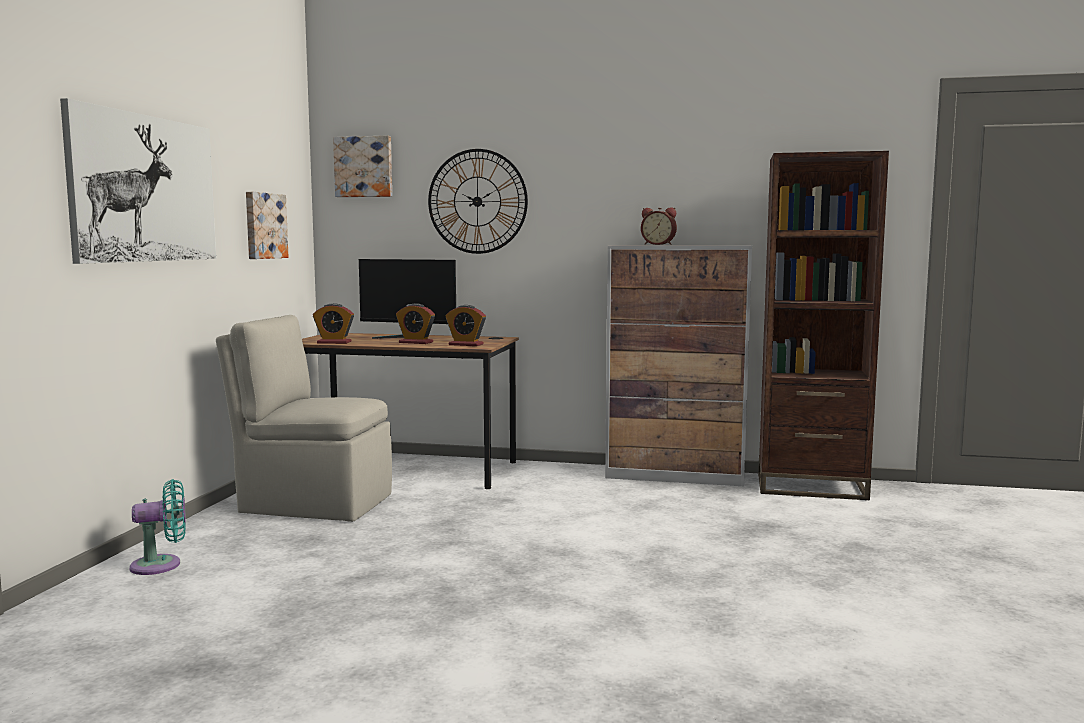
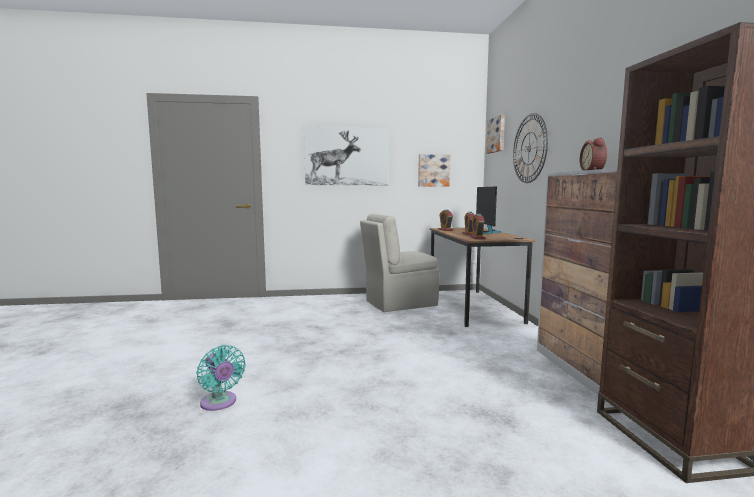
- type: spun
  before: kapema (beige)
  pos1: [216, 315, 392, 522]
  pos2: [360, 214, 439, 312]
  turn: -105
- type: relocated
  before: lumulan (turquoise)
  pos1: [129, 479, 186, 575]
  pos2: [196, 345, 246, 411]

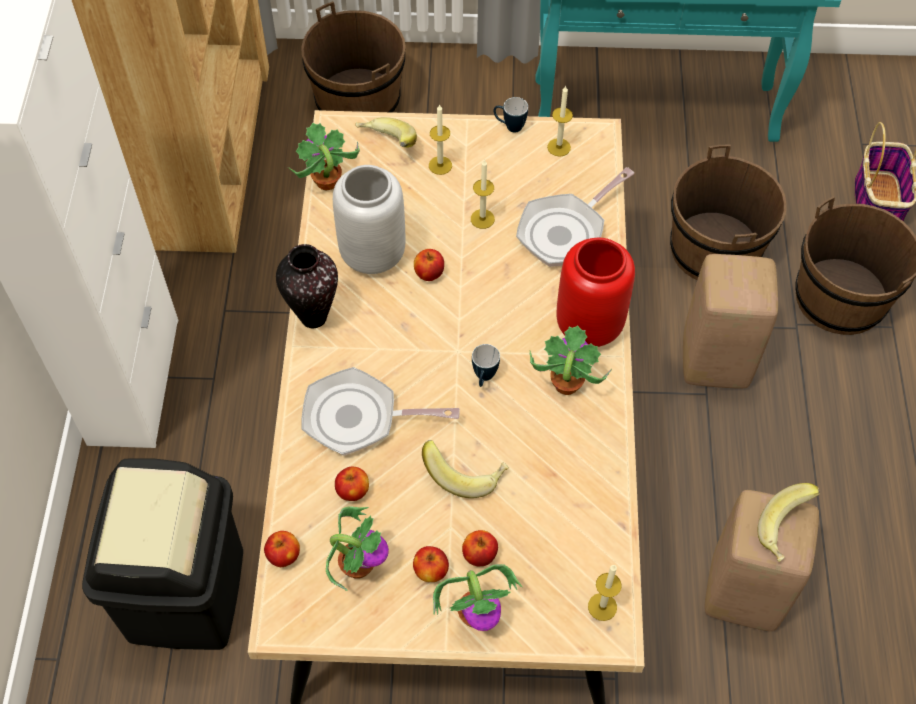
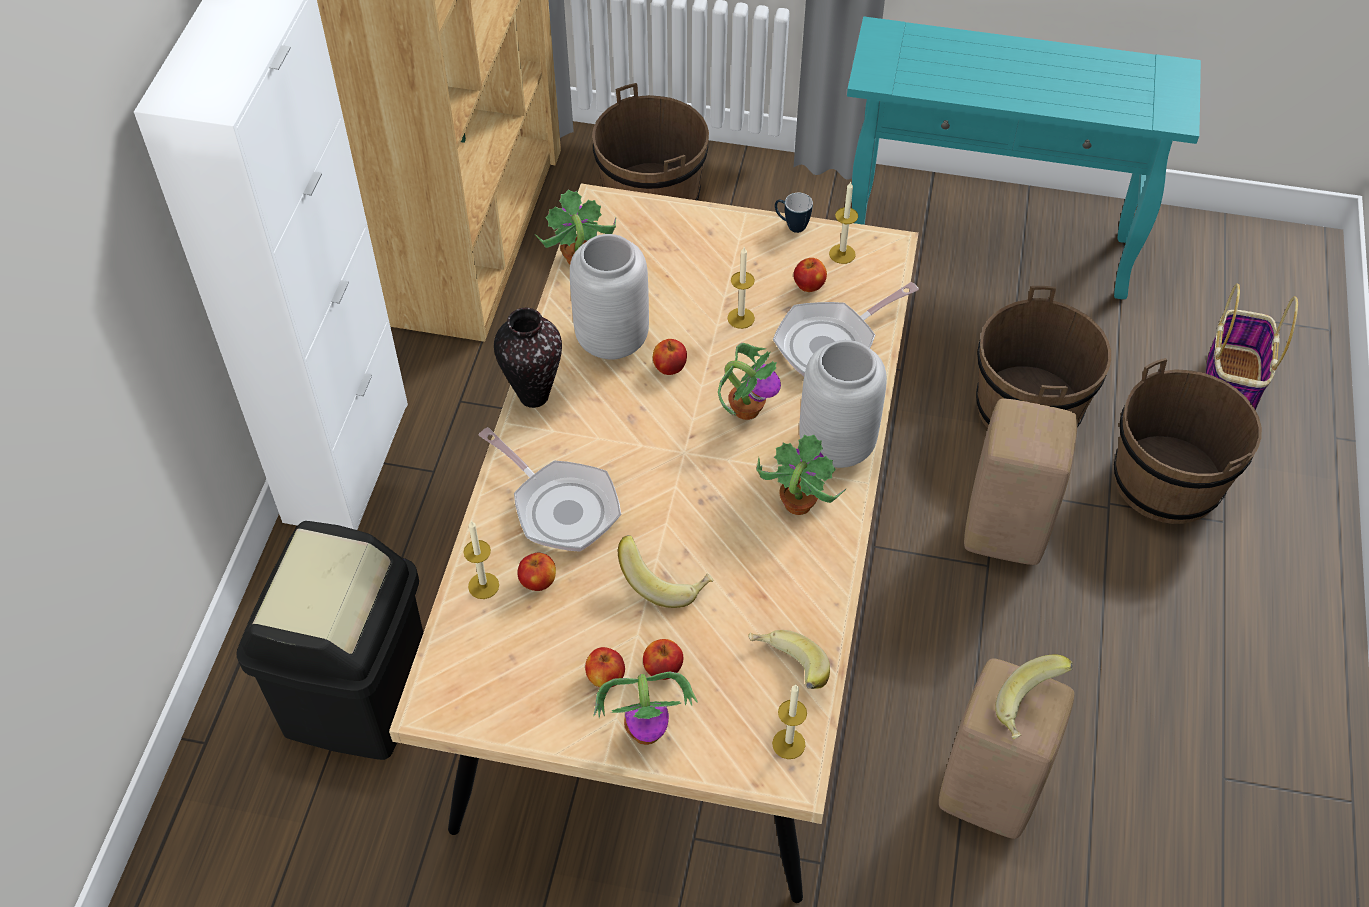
- type: relocated
  before: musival
  pos1: [429, 105, 452, 175]
  pos2: [463, 520, 499, 599]
- type: relocated
  before: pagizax
  pos1: [355, 117, 417, 148]
  pos2: [748, 630, 830, 689]
- type: colour
  before: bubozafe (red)
  after: bubozafe (grey)
  pos1: [557, 238, 635, 347]
  pos2: [799, 340, 887, 468]
- type: missing
  before: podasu
  pos1: [472, 344, 500, 387]
- type: spun
  before: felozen
  pos1: [301, 367, 460, 456]
  pos2: [479, 427, 621, 552]
  turn: -150
- type: relocated
  before: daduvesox
  pos1: [326, 506, 389, 591]
  pos2: [718, 343, 781, 420]
- type: relocated
  before: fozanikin
  pos1: [264, 531, 300, 567]
  pos2: [793, 258, 827, 292]

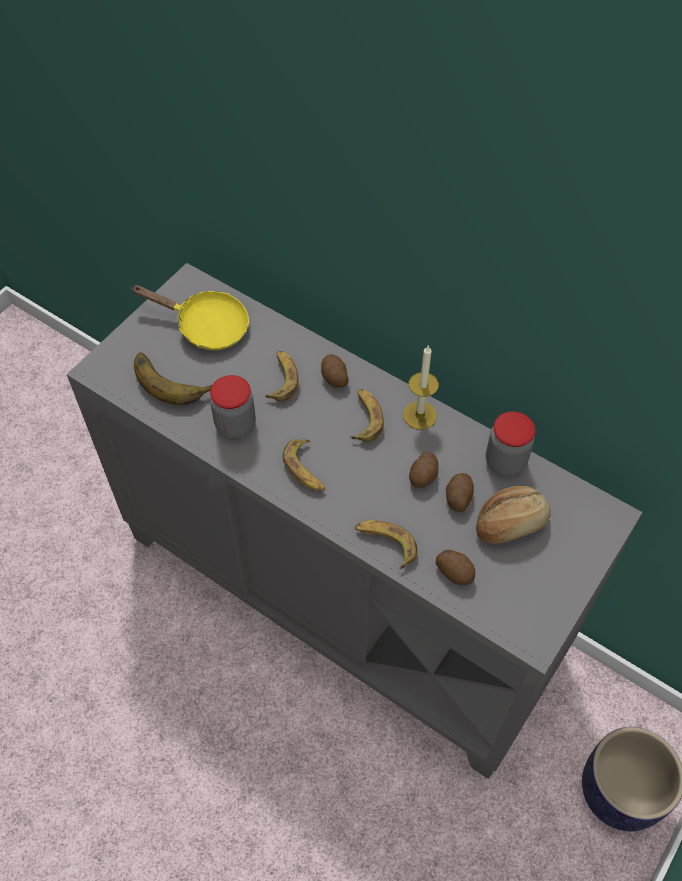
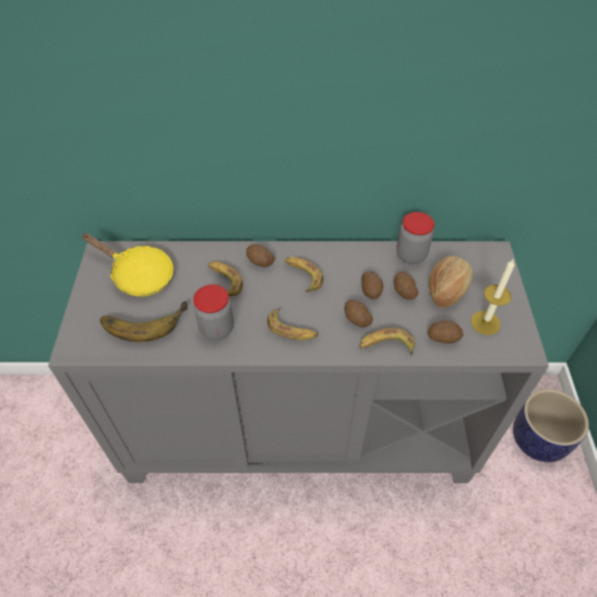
- type: spun
  before: felozen (yellow)
  pos1: [131, 285, 249, 350]
  pos2: [81, 233, 173, 297]
  turn: 45
- type: relocated
  before: musival
  pos1: [403, 345, 439, 430]
  pos2: [471, 260, 515, 335]
- type: appeared
  after: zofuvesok
  pos2: [344, 300, 373, 327]

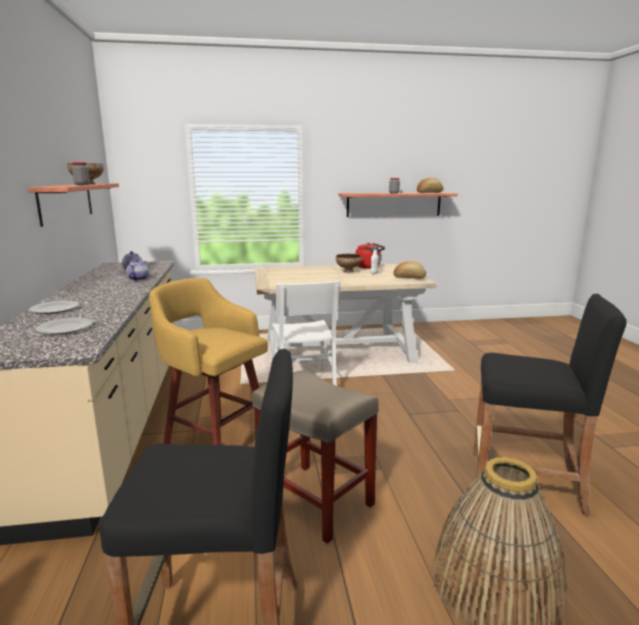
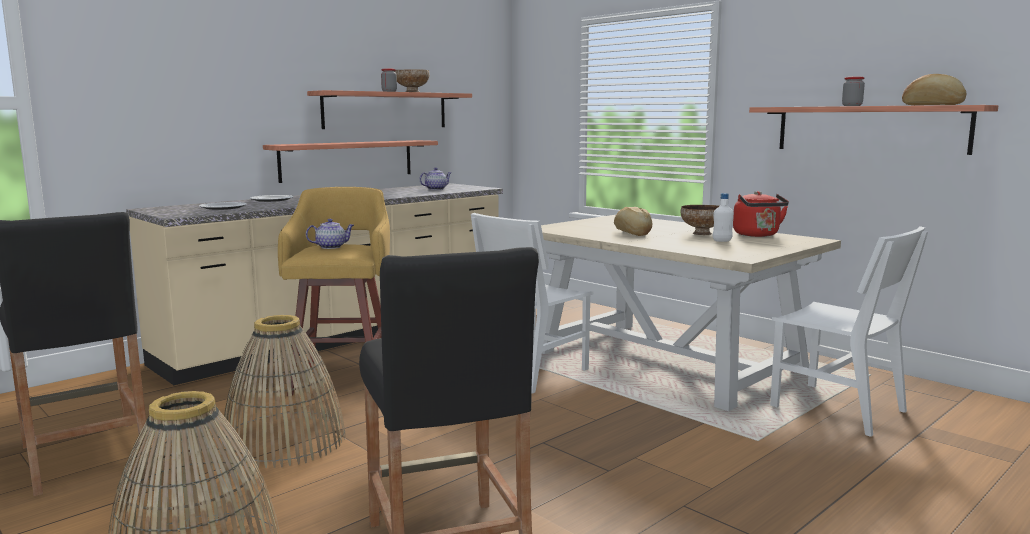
- type: relocated
  before: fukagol
  pos1: [126, 259, 149, 281]
  pos2: [306, 219, 354, 249]
- type: relocated
  before: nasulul
  pos1: [393, 261, 426, 279]
  pos2: [614, 207, 652, 236]
- type: exchanged
  before: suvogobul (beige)
  after: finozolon
  pos1: [252, 370, 379, 544]
  pos2: [222, 315, 346, 468]
- type: appeared
  after: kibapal
  pos2: [263, 140, 438, 183]
- type: appeared
  after: kapema (white)
  pos2: [770, 226, 928, 437]

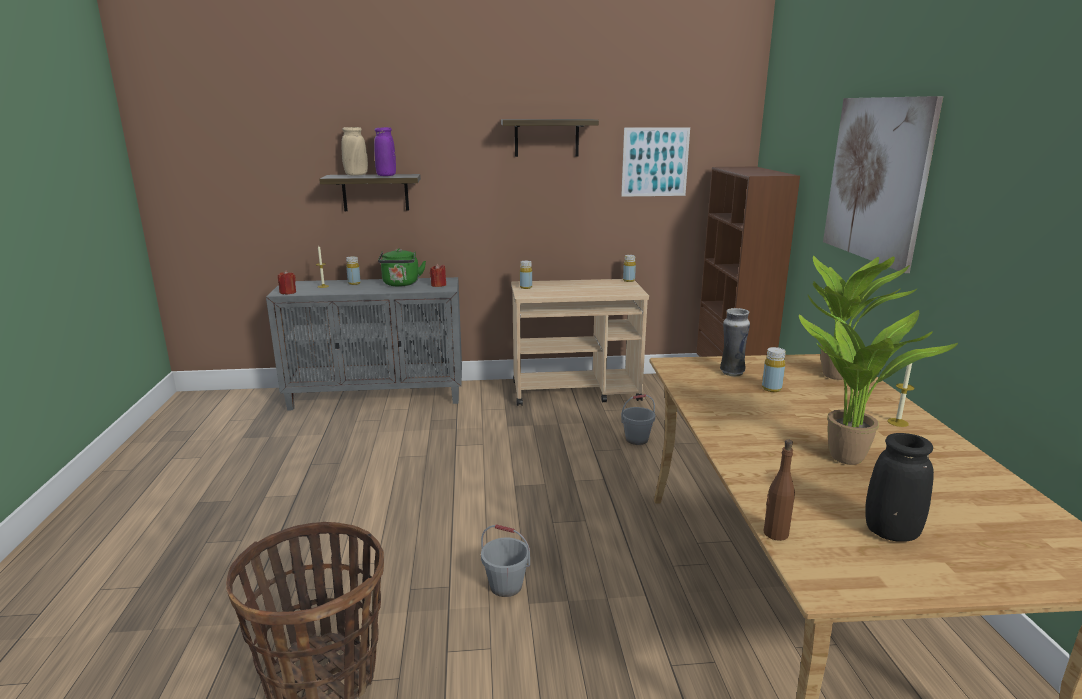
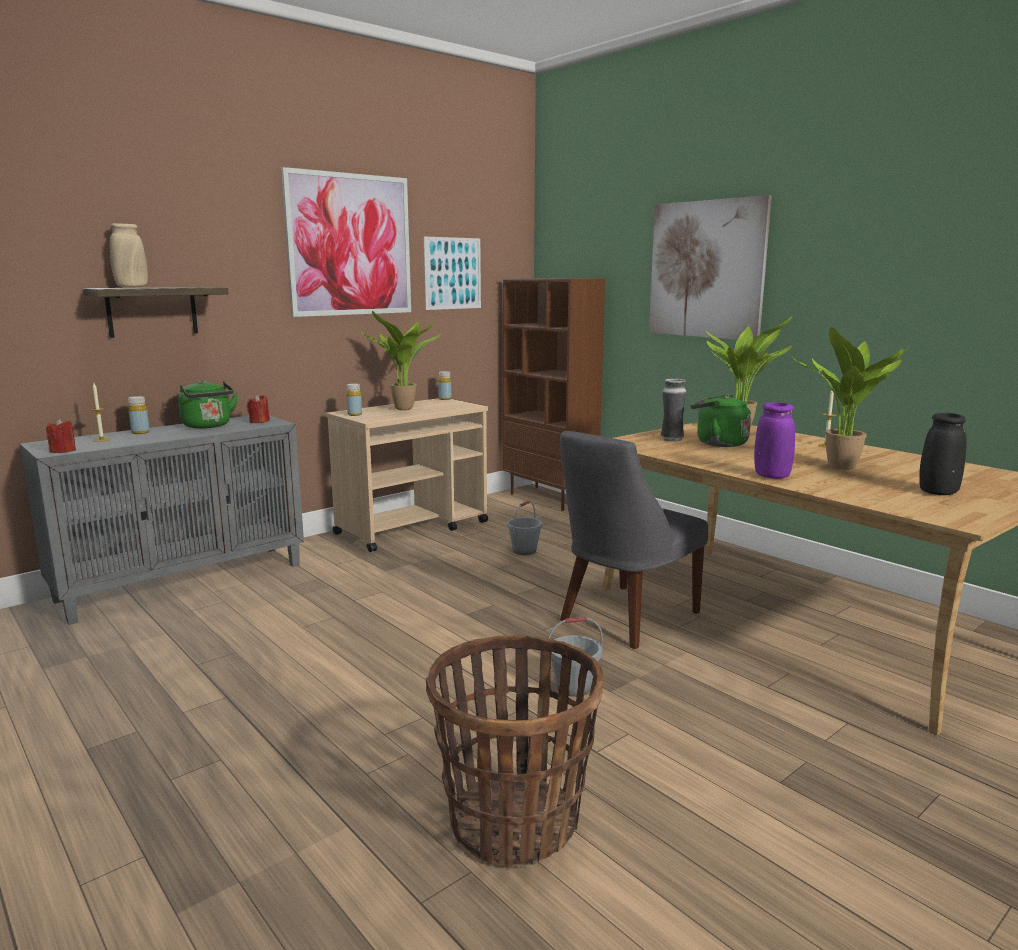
- type: exchanged
  before: kibapal
  after: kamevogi
  pos1: [501, 119, 599, 157]
  pos2: [281, 167, 411, 317]
- type: relocated
  before: bubozafe (purple)
  pos1: [374, 127, 396, 176]
  pos2: [754, 402, 795, 479]
- type: exchanged
  before: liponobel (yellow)
  after: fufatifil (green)
  pos1: [762, 347, 786, 392]
  pos2: [691, 394, 751, 447]
- type: missing
  before: liponobel (brown)
  pos1: [764, 440, 795, 541]
- type: appeared
  after: daduvesox
  pos2: [361, 311, 441, 410]
- type: appeared
  after: kapema (grey)
  pos2: [560, 431, 708, 649]

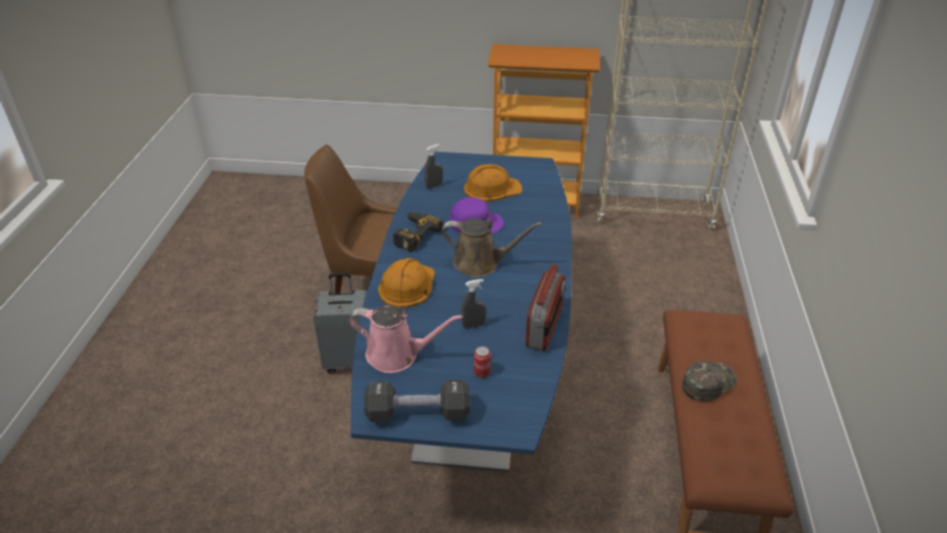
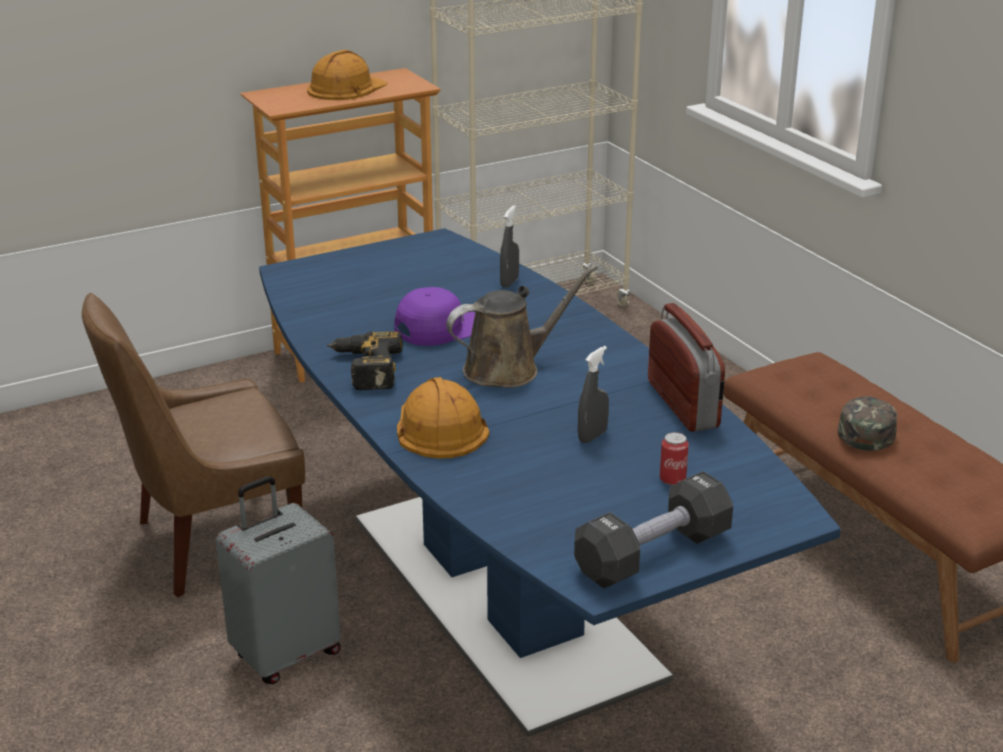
- type: relocated
  before: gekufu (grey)
  pos1: [424, 144, 443, 189]
  pos2: [500, 205, 519, 288]
- type: relocated
  before: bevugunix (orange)
  pos1: [464, 164, 523, 202]
  pos2: [307, 50, 388, 100]
- type: missing
  before: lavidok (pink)
  pos1: [349, 305, 462, 373]

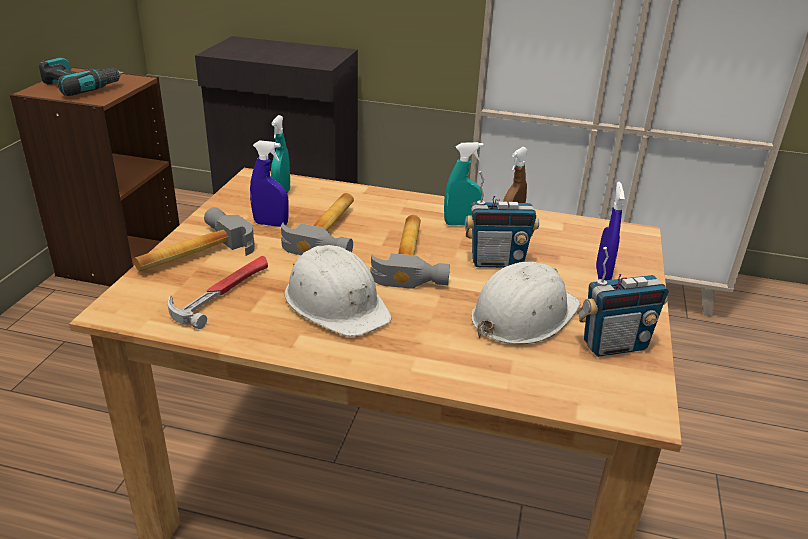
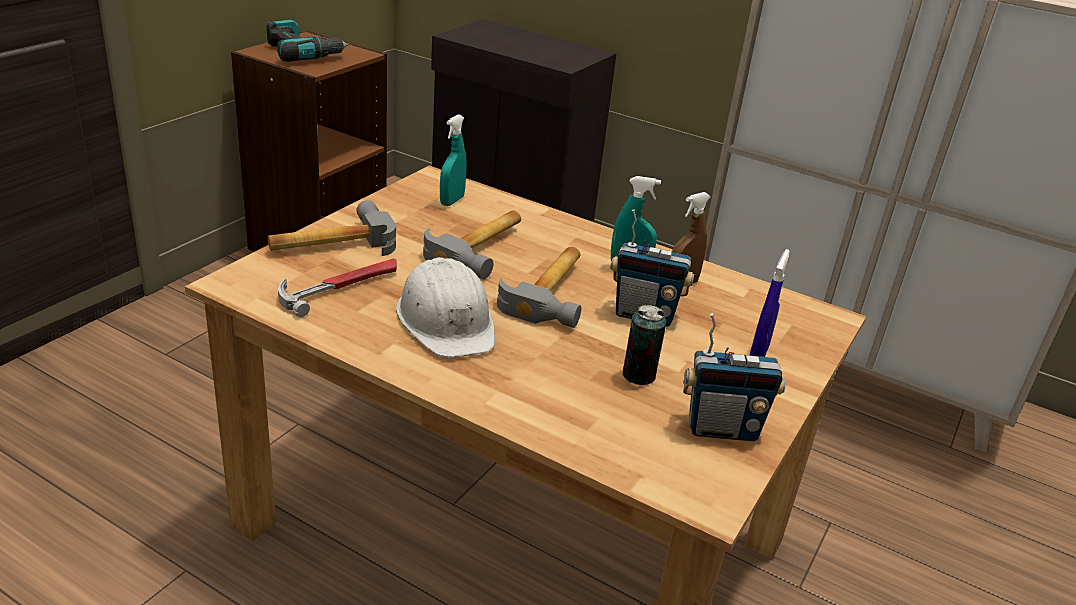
- type: missing
  before: gekufu (blue)
  pos1: [250, 140, 289, 227]
- type: exchanged
  before: bevugunix (white)
  after: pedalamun
  pos1: [471, 262, 580, 344]
  pos2: [623, 305, 666, 385]

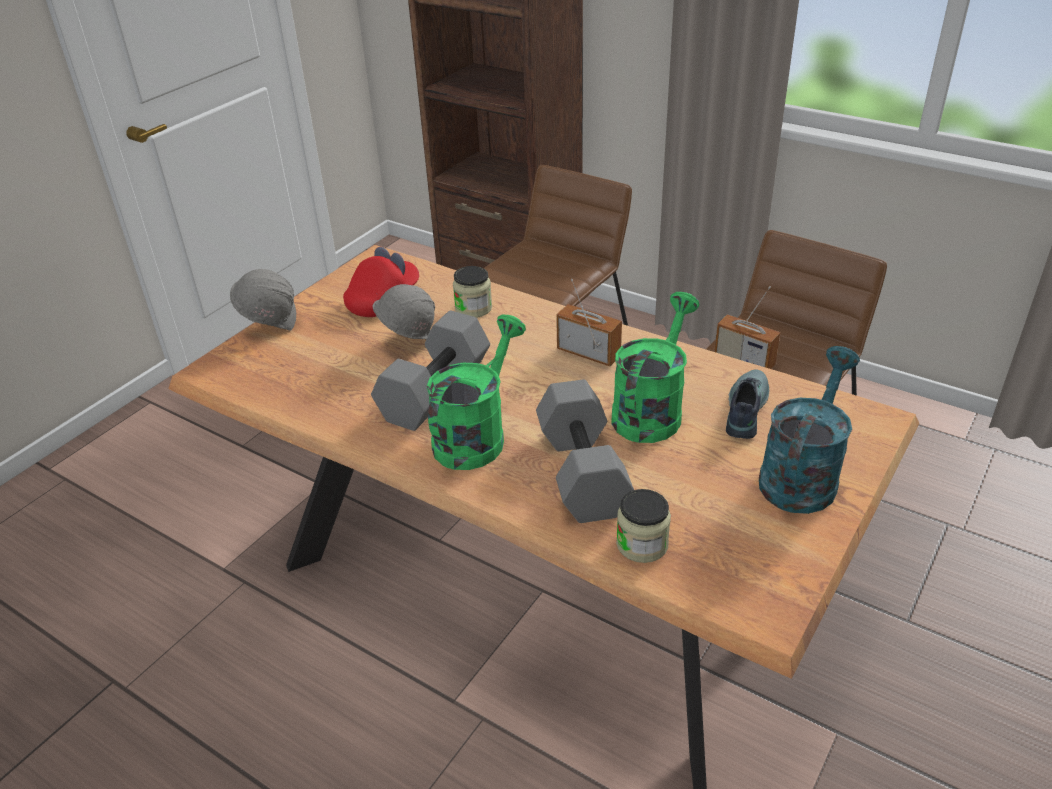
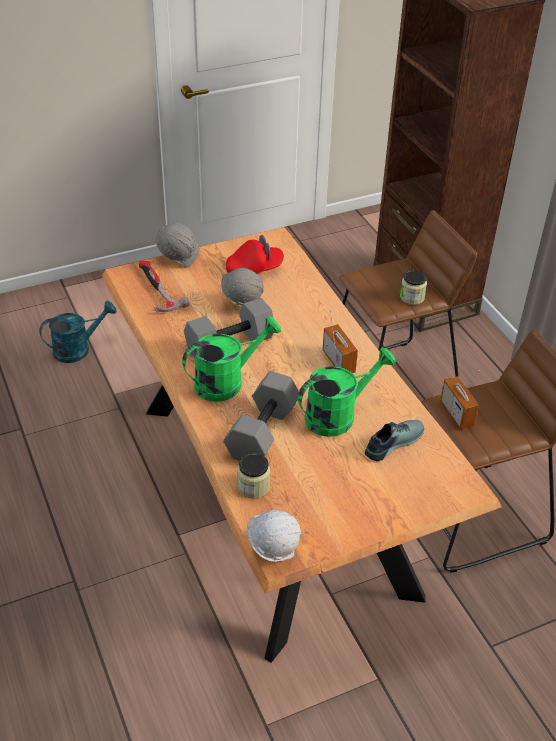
- type: relocated
  before: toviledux
  pos1: [453, 266, 492, 318]
  pos2: [400, 270, 427, 305]
- type: relocated
  before: lavidok (turquoise)
  pos1: [759, 346, 860, 514]
  pos2: [39, 301, 117, 363]
- type: appeared
  after: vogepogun
  pos2: [139, 261, 189, 312]
- type: appeared
  after: bevugunix (white)
  pos2: [247, 510, 301, 562]

